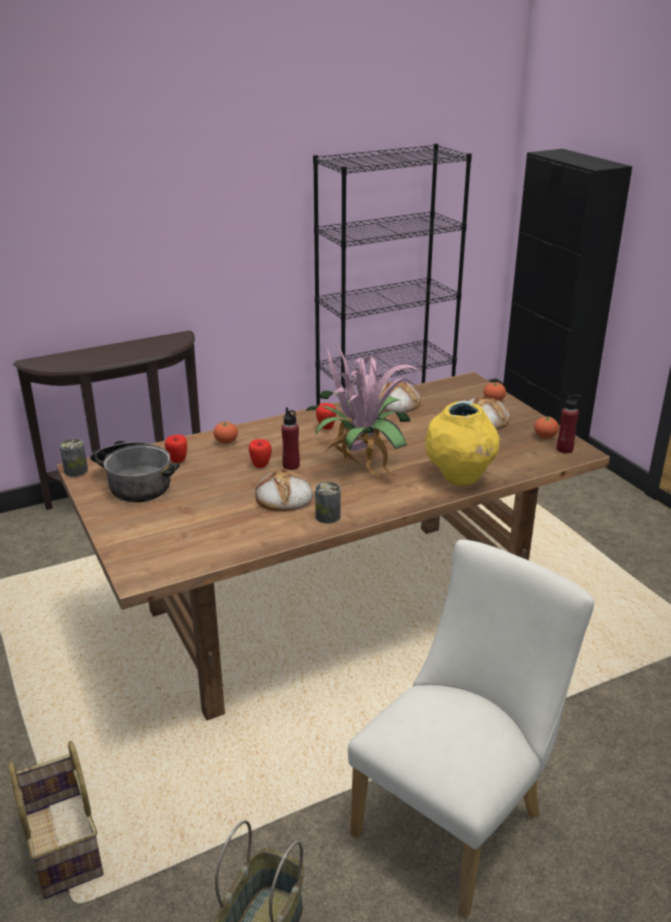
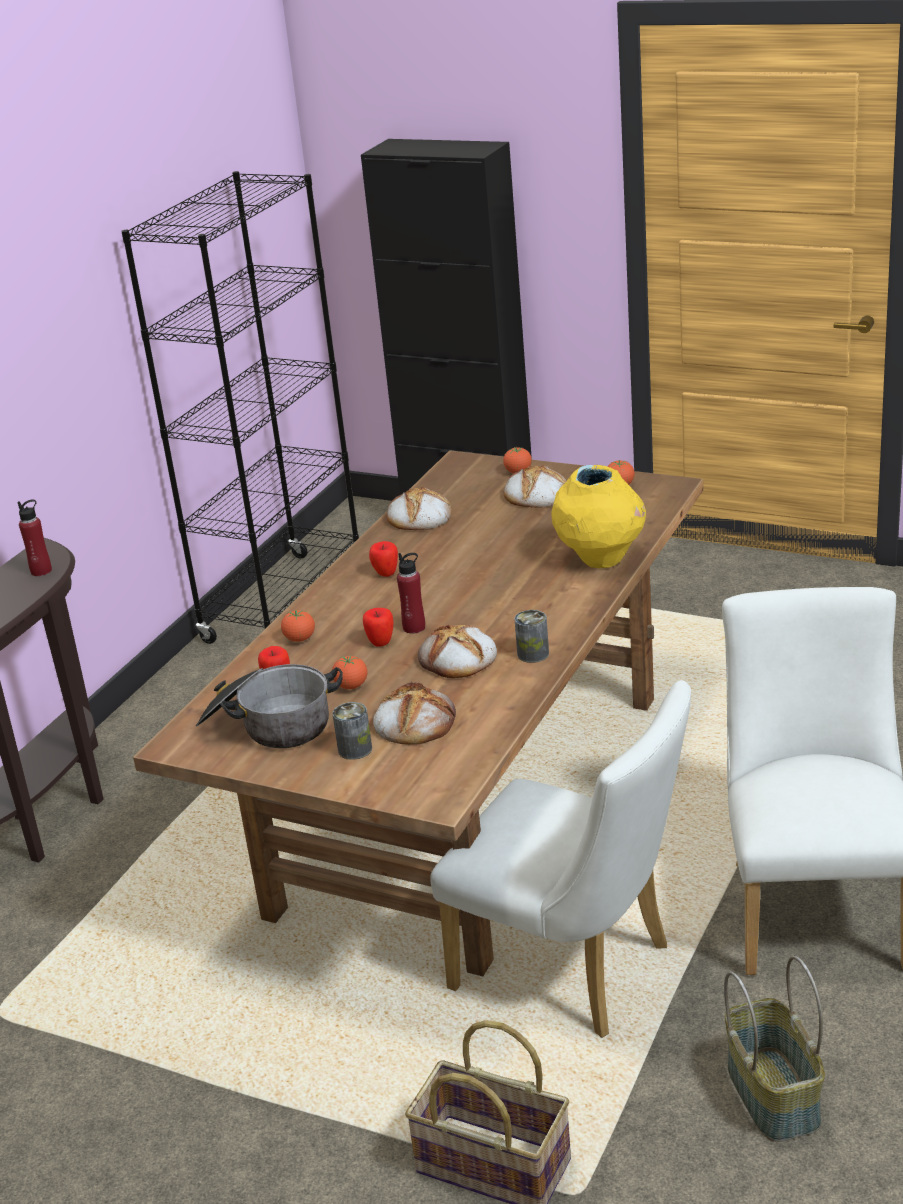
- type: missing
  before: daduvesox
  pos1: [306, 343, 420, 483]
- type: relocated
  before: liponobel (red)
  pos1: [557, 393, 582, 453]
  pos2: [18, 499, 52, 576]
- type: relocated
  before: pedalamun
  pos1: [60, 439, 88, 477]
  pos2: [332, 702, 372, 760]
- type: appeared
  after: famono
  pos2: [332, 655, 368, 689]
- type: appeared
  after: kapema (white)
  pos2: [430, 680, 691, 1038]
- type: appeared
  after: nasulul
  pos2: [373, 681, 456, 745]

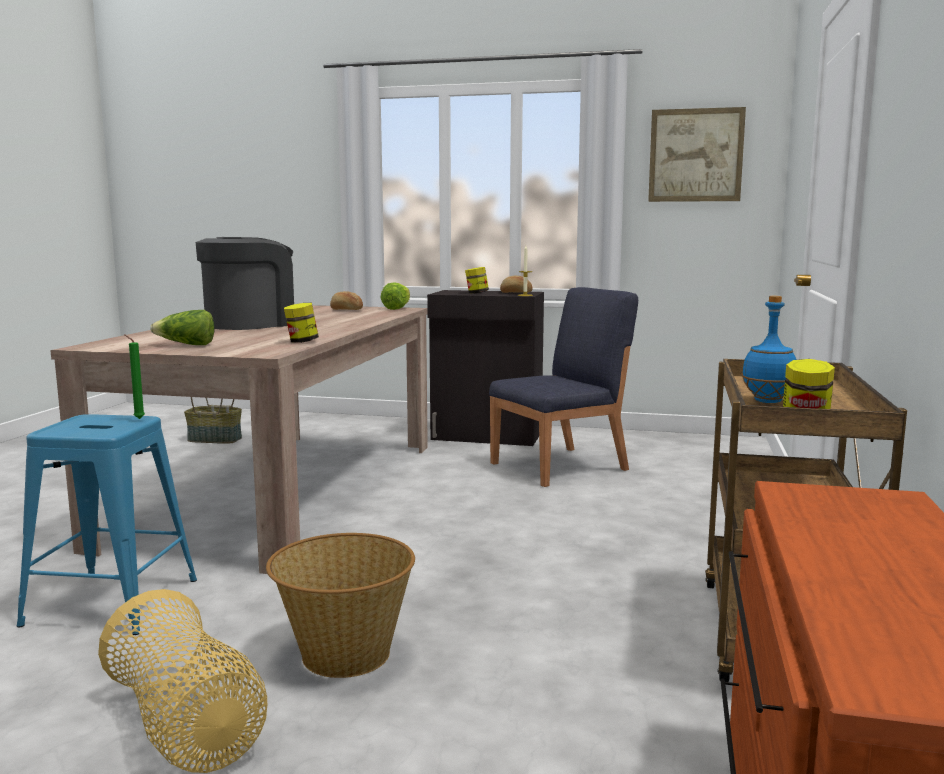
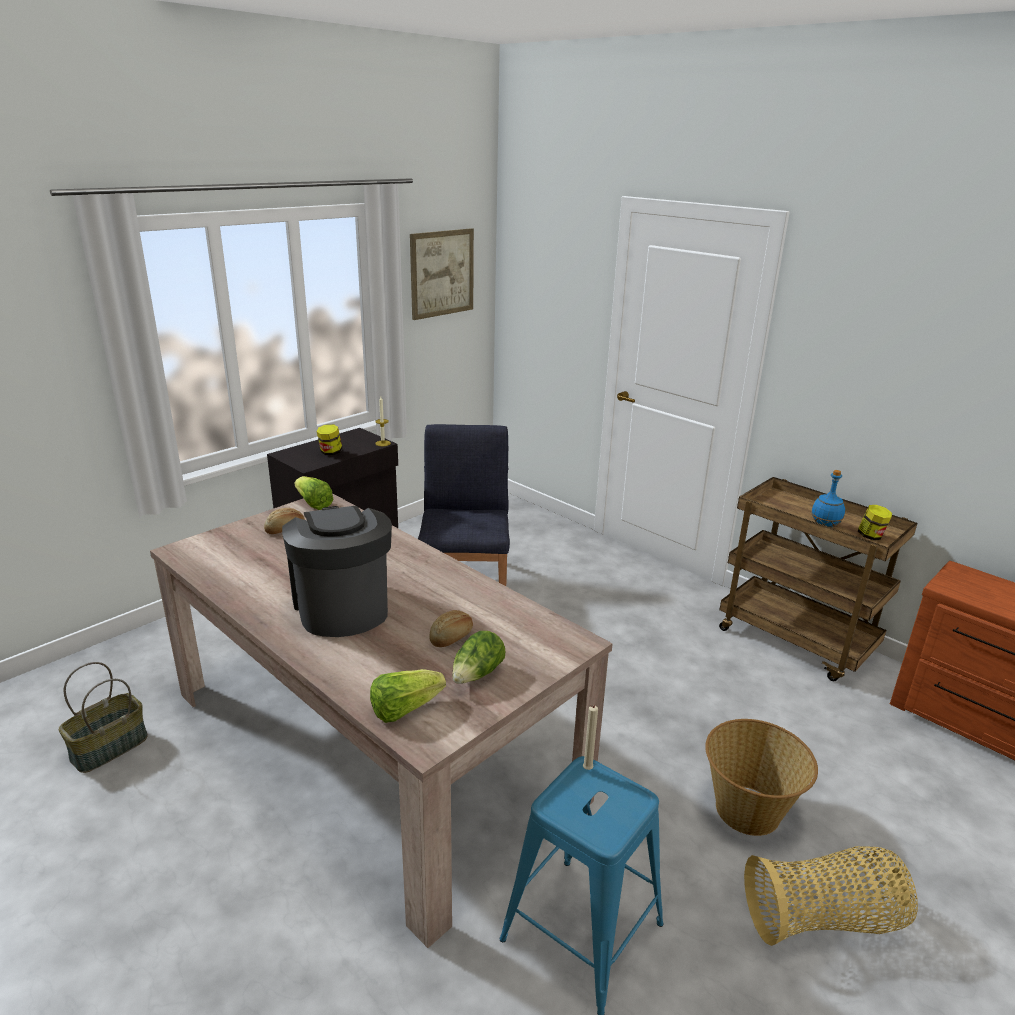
- type: relocated
  before: nasulul
  pos1: [500, 276, 533, 293]
  pos2: [430, 610, 473, 647]
- type: missing
  before: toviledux
  pos1: [284, 303, 319, 343]
- type: colour
  before: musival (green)
  after: musival (beige)
  pos1: [124, 334, 145, 419]
  pos2: [583, 705, 598, 770]
- type: appeared
  after: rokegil
  pos2: [370, 669, 446, 723]

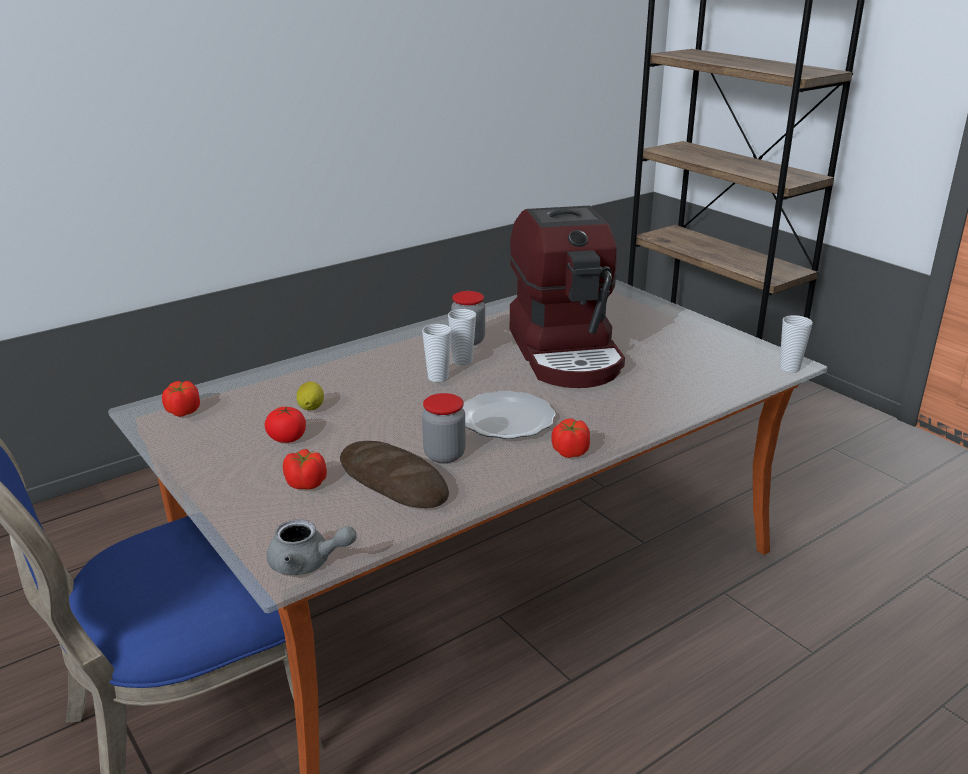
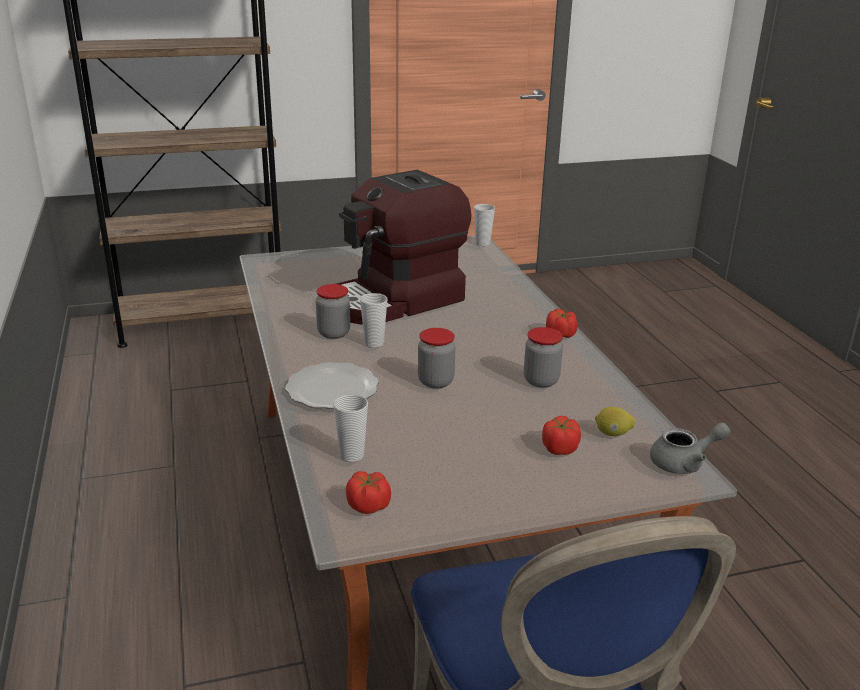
- type: spun
  before: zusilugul
  pos1: [510, 206, 625, 388]
  pos2: [336, 170, 471, 324]
  turn: 135
- type: relocated
  before: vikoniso
  pos1: [422, 324, 452, 382]
  pos2: [333, 394, 368, 462]
- type: relocated
  before: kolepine
  pos1: [296, 381, 324, 411]
  pos2: [595, 407, 635, 436]
- type: relocated
  before: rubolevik
  pos1: [462, 391, 556, 439]
  pos2: [285, 362, 379, 409]
- type: missing
  before: famono
  pos1: [265, 406, 306, 443]
- type: missing
  before: nasulul
  pos1: [340, 441, 449, 508]
- type: spun
  before: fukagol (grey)
  pos1: [267, 519, 357, 575]
  pos2: [650, 422, 730, 474]
  turn: 45
- type: appeared
  after: toviledux
  pos2: [418, 328, 456, 388]

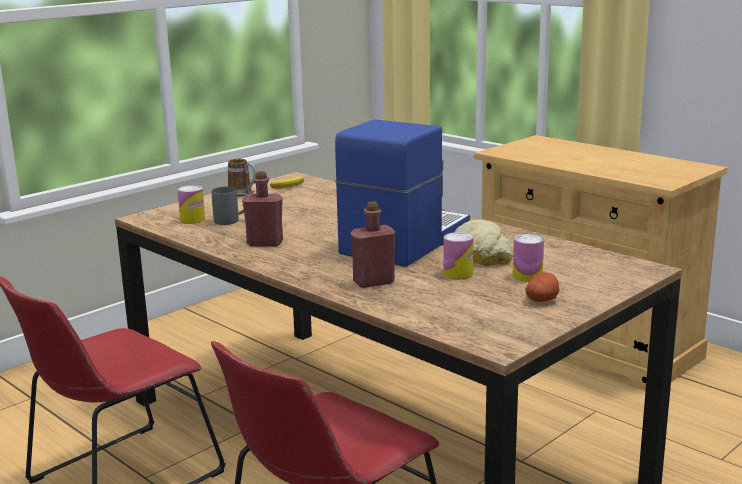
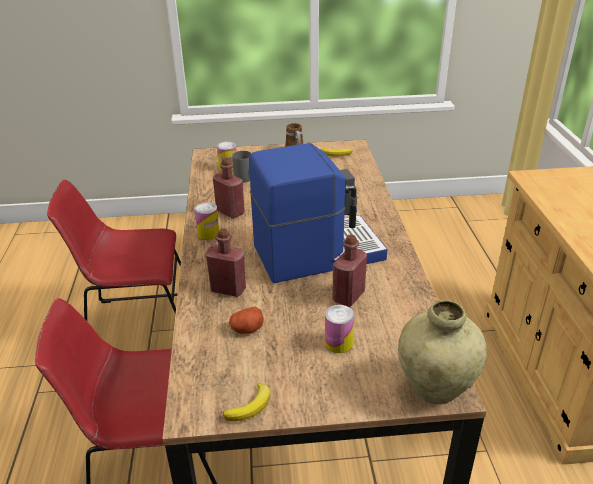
- type: exchanged
  before: nasulul
  after: liponobel (red)
  pos1: [454, 219, 514, 266]
  pos2: [332, 234, 367, 307]
- type: relocated
  before: pedalamun
  pos1: [443, 232, 474, 279]
  pos2: [194, 202, 219, 240]
- type: relocated
  before: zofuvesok
  pos1: [525, 272, 559, 302]
  pos2: [229, 307, 264, 334]
- type: appeared
  after: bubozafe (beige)
  pos2: [398, 300, 487, 405]
- type: appeared
  after: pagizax
  pos2: [223, 383, 270, 422]

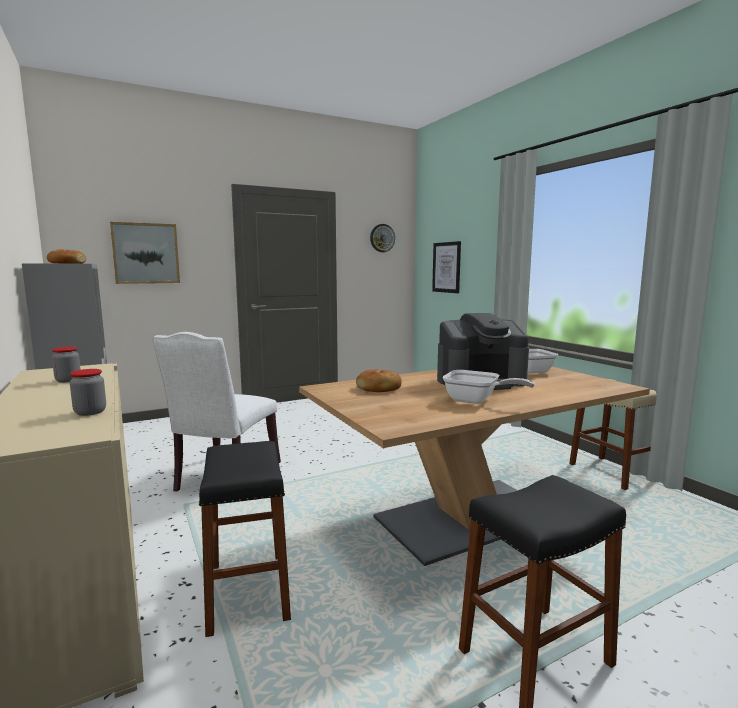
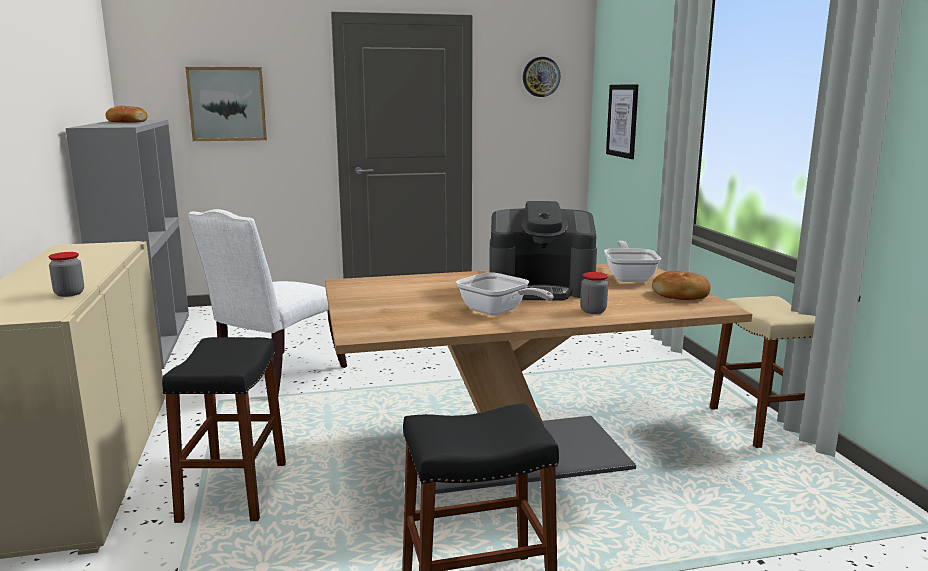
- type: relocated
  before: toviledux
  pos1: [52, 347, 81, 383]
  pos2: [580, 272, 608, 314]
- type: relocated
  before: nasulul
  pos1: [356, 369, 402, 392]
  pos2: [652, 271, 711, 300]

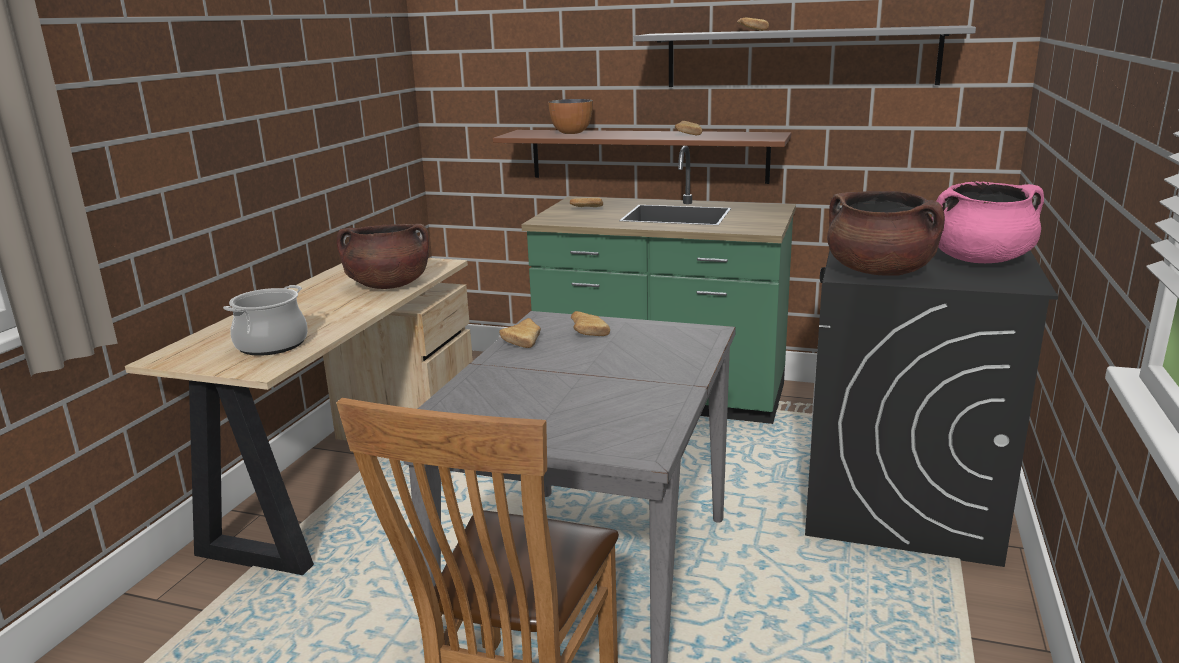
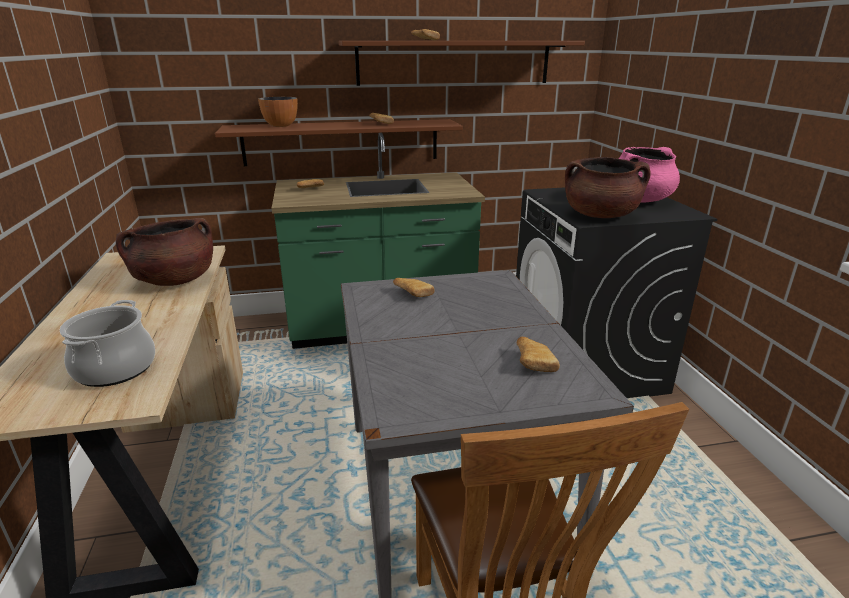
- type: colour
  before: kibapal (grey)
  after: kibapal (brown)
  pos1: [634, 25, 976, 87]
  pos2: [339, 41, 585, 86]
- type: relocated
  before: nasulul
  pos1: [499, 318, 541, 348]
  pos2: [517, 337, 560, 372]

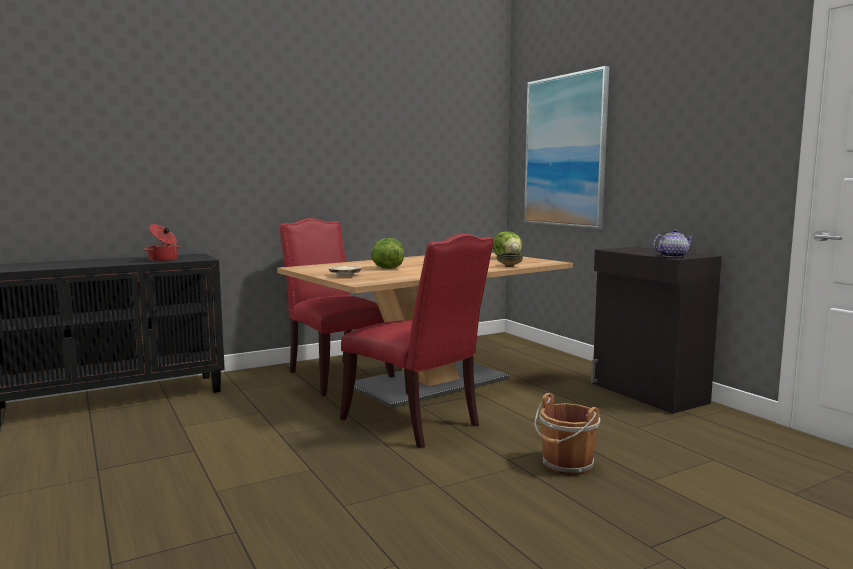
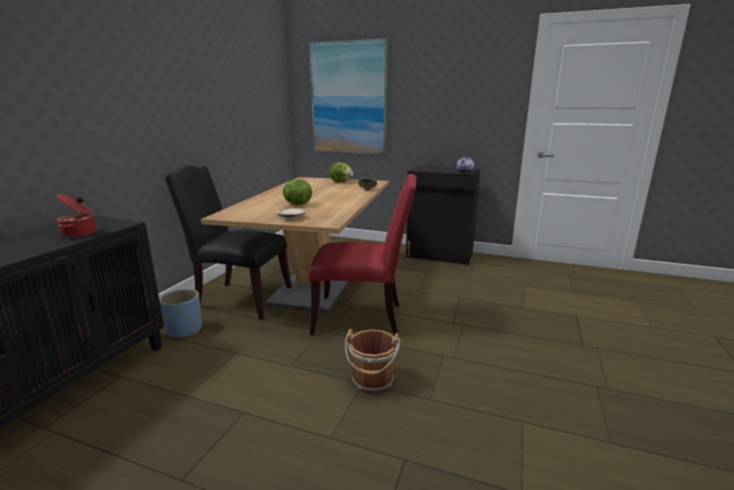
- type: colour
  before: kapema (red)
  after: kapema (black)
  pos1: [279, 218, 395, 396]
  pos2: [165, 165, 292, 320]
- type: relocated
  before: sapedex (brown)
  pos1: [534, 393, 600, 475]
  pos2: [345, 329, 400, 393]
- type: appeared
  after: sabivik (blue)
  pos2: [159, 289, 202, 338]

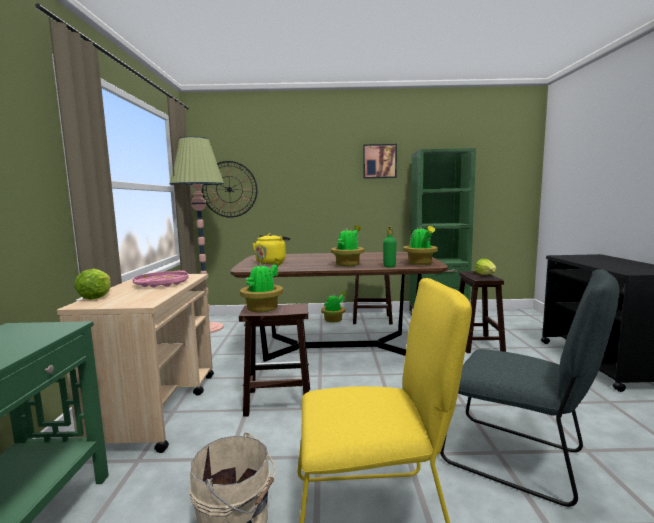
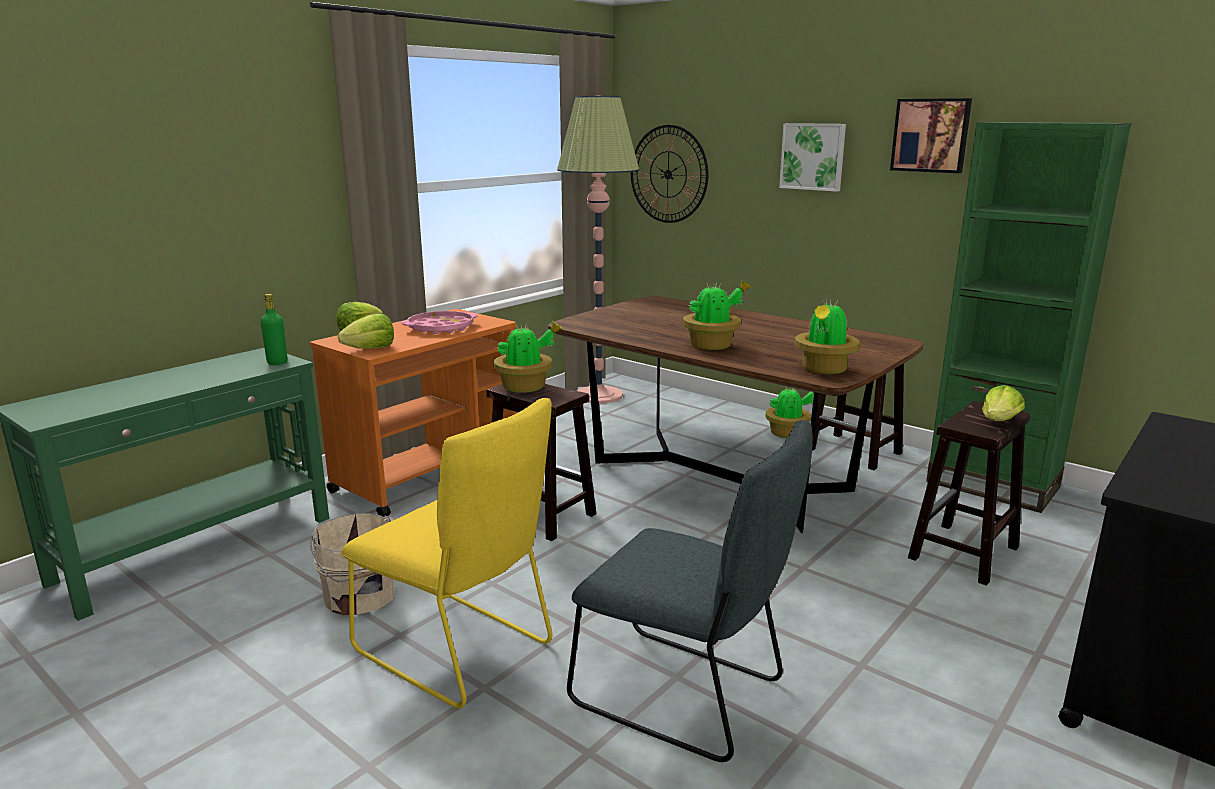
- type: relocated
  before: liponobel (green)
  pos1: [383, 226, 396, 267]
  pos2: [260, 294, 287, 365]
- type: missing
  before: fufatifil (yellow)
  pos1: [253, 233, 290, 264]
- type: spun
  before: kapema (grey)
  pos1: [440, 269, 619, 507]
  pos2: [567, 420, 813, 762]
  turn: -45
- type: colour
  before: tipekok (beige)
  after: tipekok (orange)
  pos1: [57, 274, 214, 453]
  pos2: [310, 309, 517, 517]
- type: appeared
  after: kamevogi
  pos2: [779, 123, 846, 192]
- type: appeared
  after: rokegil
  pos2: [338, 313, 394, 349]

